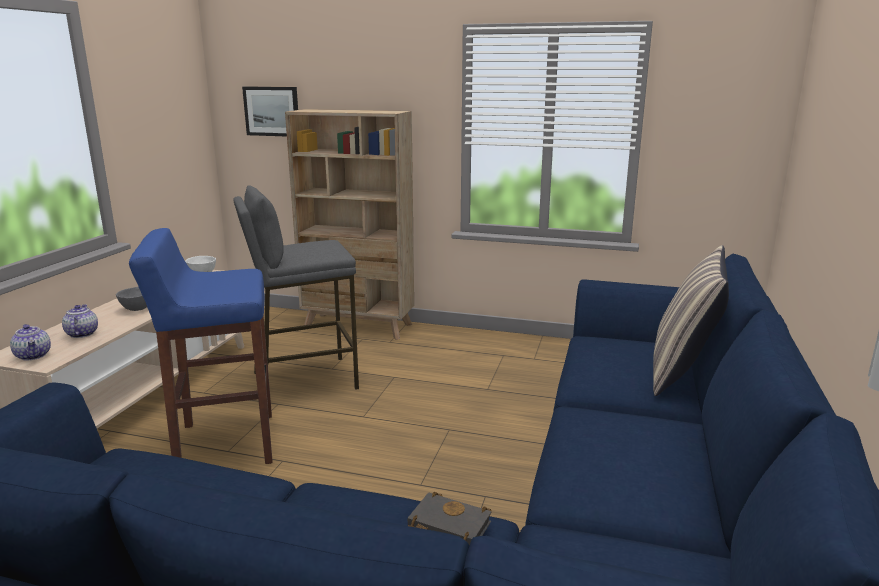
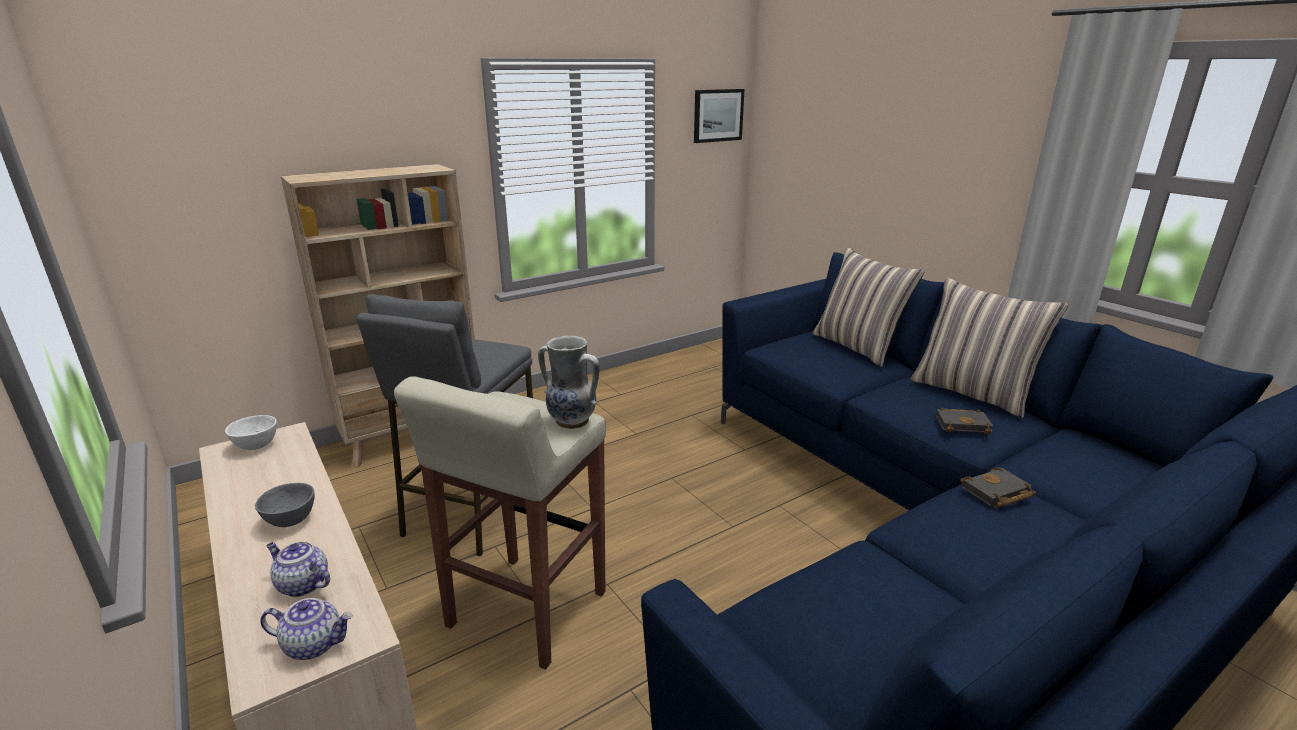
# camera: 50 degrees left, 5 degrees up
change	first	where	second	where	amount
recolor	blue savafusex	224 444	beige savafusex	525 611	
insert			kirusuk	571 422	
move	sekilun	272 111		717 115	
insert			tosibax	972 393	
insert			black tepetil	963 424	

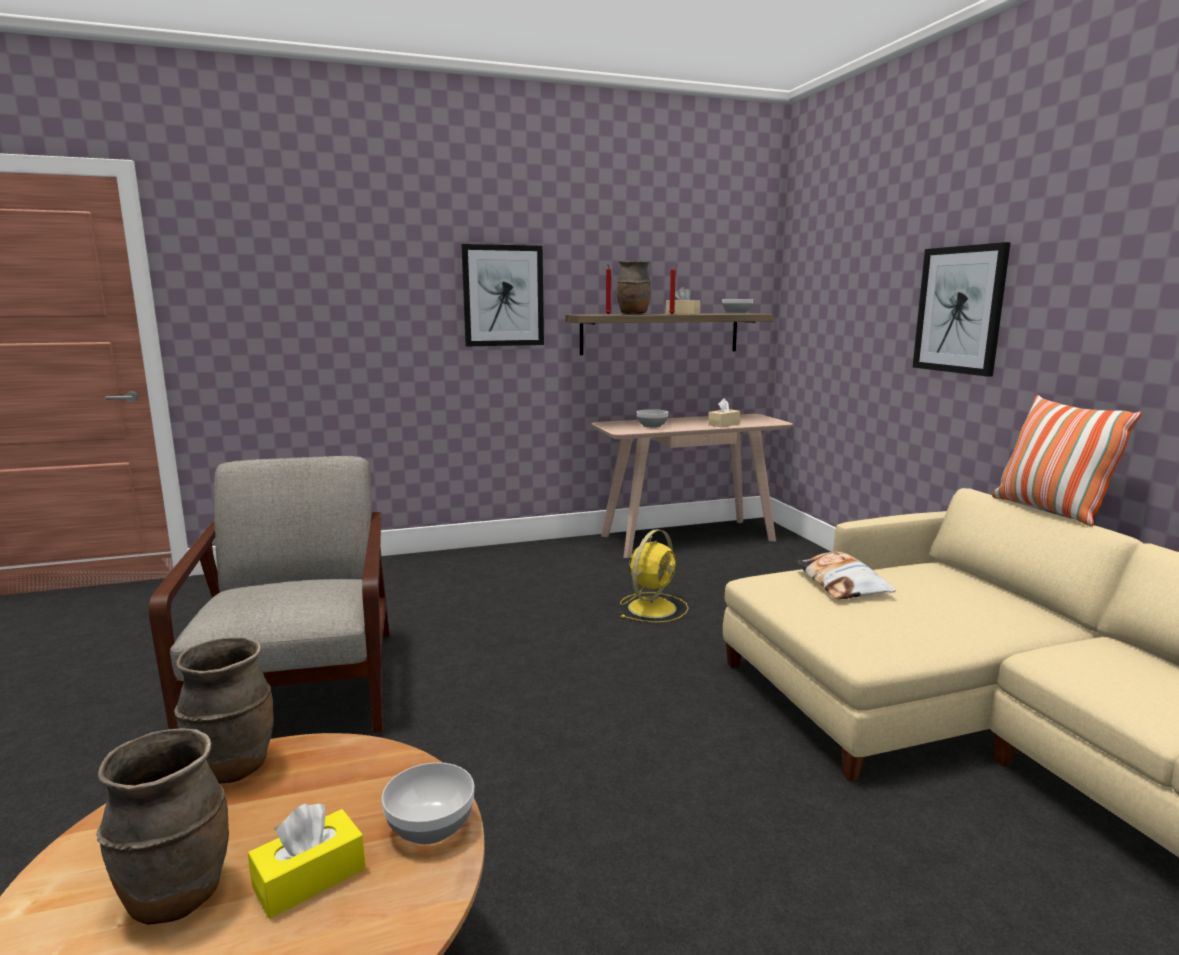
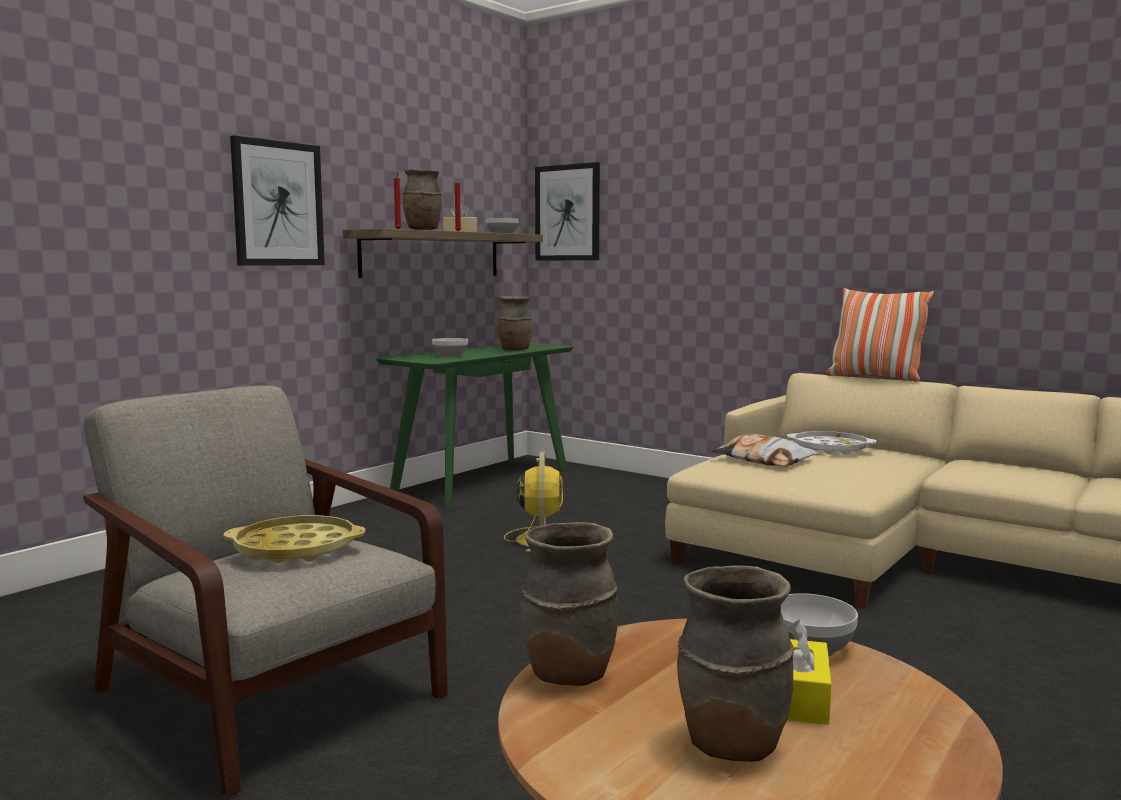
# camera: 35 degrees left, 5 degrees down
change	first	where	second	where	amount
insert			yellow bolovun	296 549	
recolor	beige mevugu	687 538	green mevugu	482 481	
replace	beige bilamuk	724 424	brown kirusuk	515 350	
move	sekilun	959 310		567 213	
insert			white bolovun	830 449	

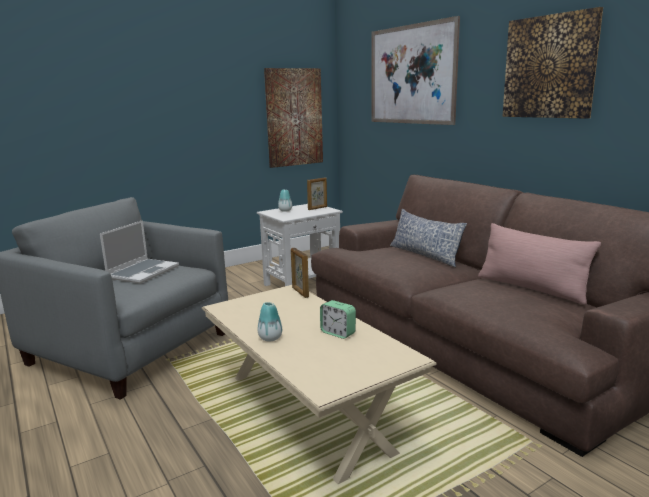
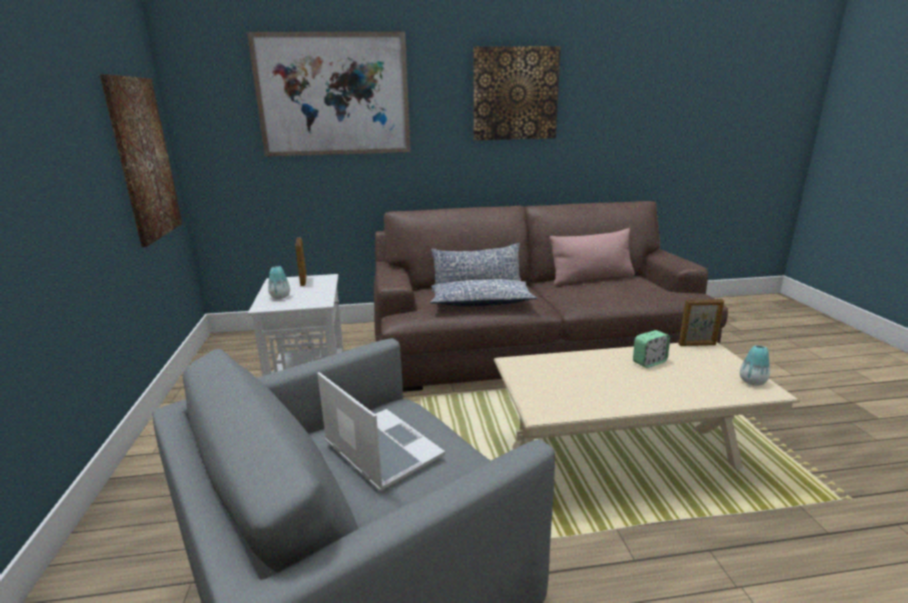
# camera: 65 degrees left, 5 degrees up
change	first	where	second	where	amount
insert			tosibax	481 303	
move	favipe	300 292		697 345	
move	kirusuk	270 338		752 382	

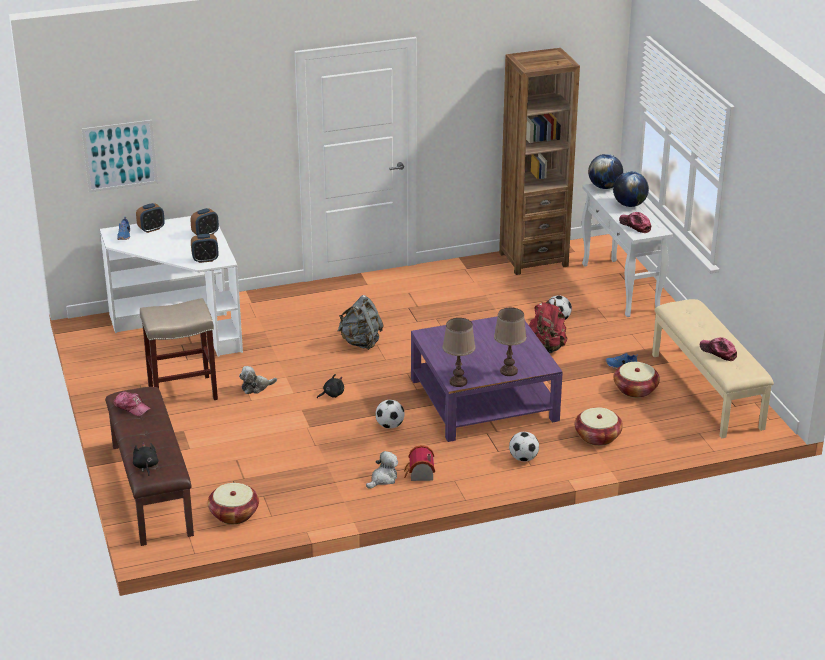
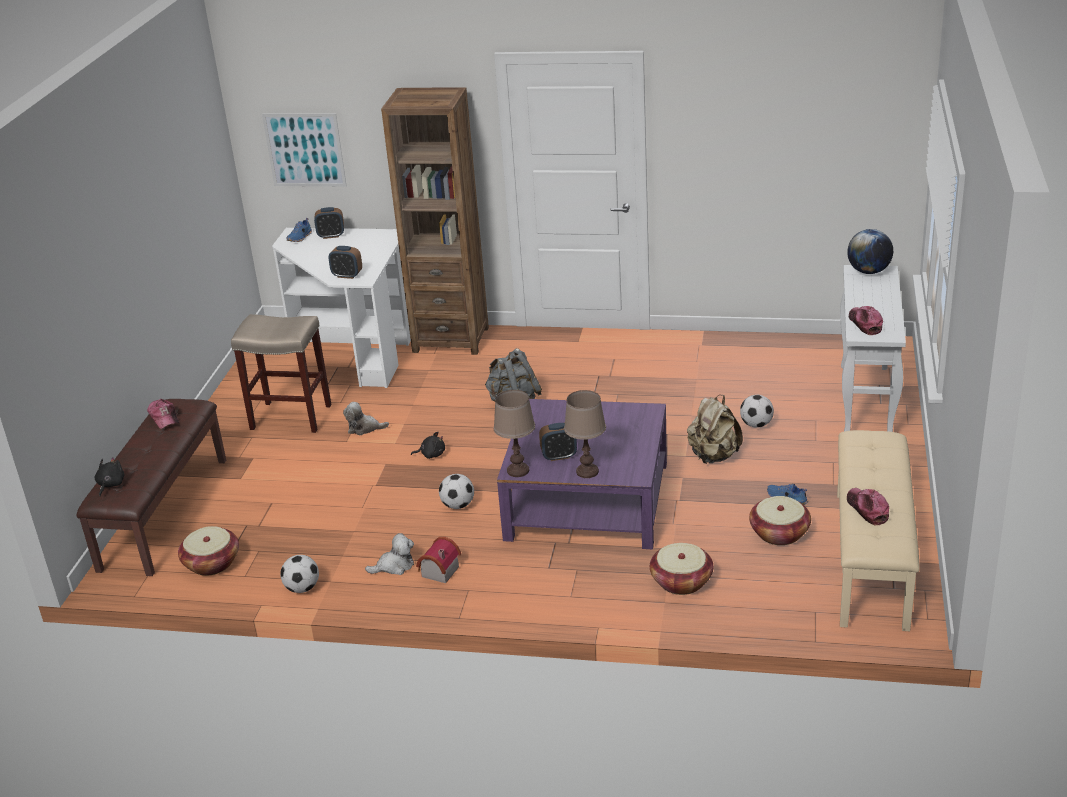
# camera: 30 degrees right, 0 degrees up
change	first	where	second	where	amount
move	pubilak	523 458		302 588	
move	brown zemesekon	533 259		451 339	
move	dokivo	205 234		559 456	
recolor	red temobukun	546 348	beige temobukun	713 456	
delete	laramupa	629 205			

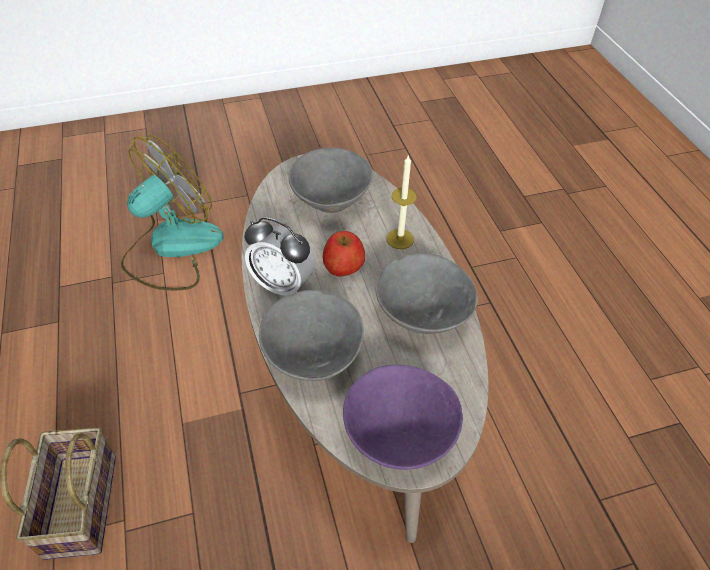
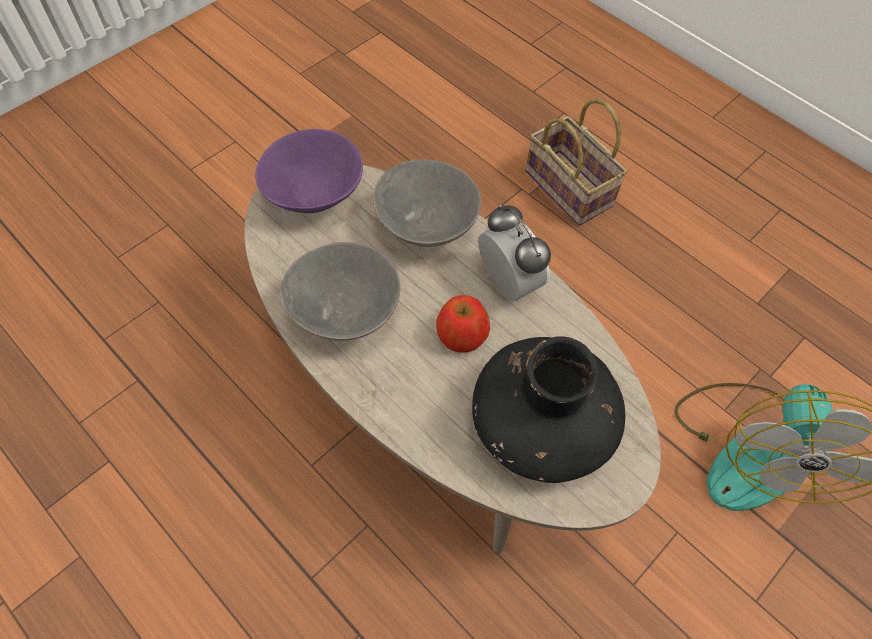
# camera: 150 degrees right, 10 degrees up
change	first	where	second	where	amount
replace	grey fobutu	330 202	black kirusuk	542 423	
rotate	dokivo	282 285		508 282	60 degrees clockwise
delete	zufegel	400 239			

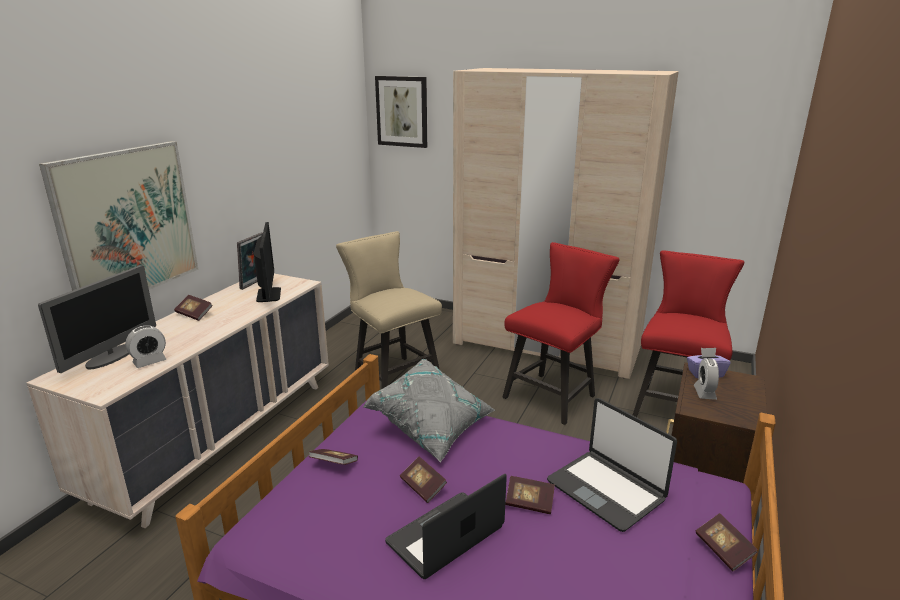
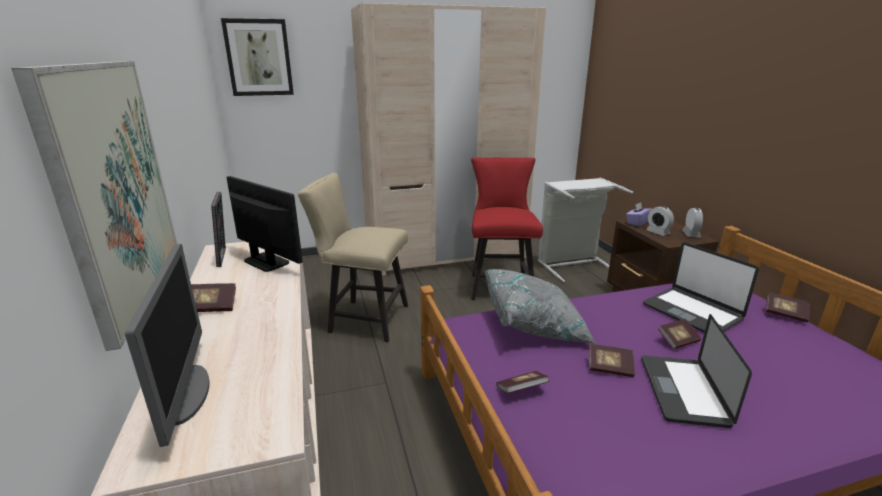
# camera: 40 degrees left, 0 degrees up
change	first	where	second	where	amount
replace	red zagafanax	675 407	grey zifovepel	573 264	
rotate	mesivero	606 490		692 311	45 degrees clockwise
move	dokivo	149 362		691 234	

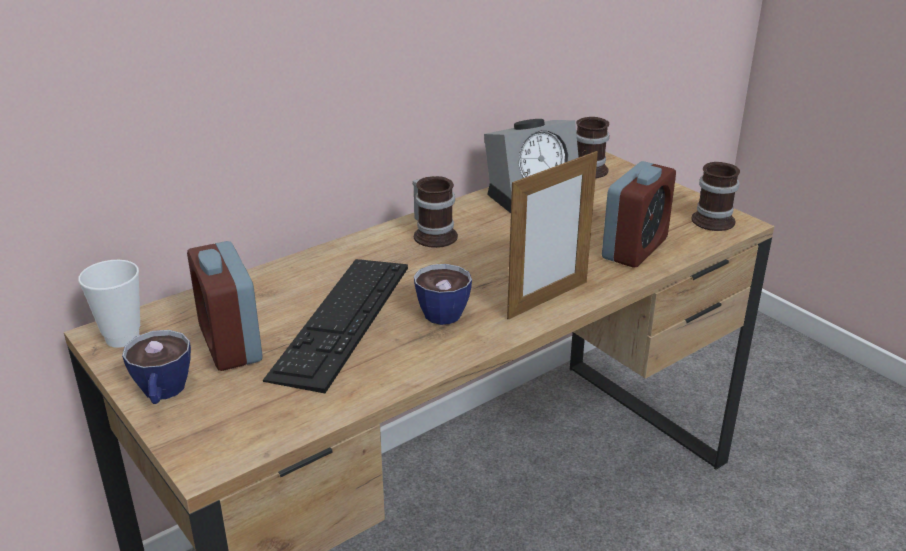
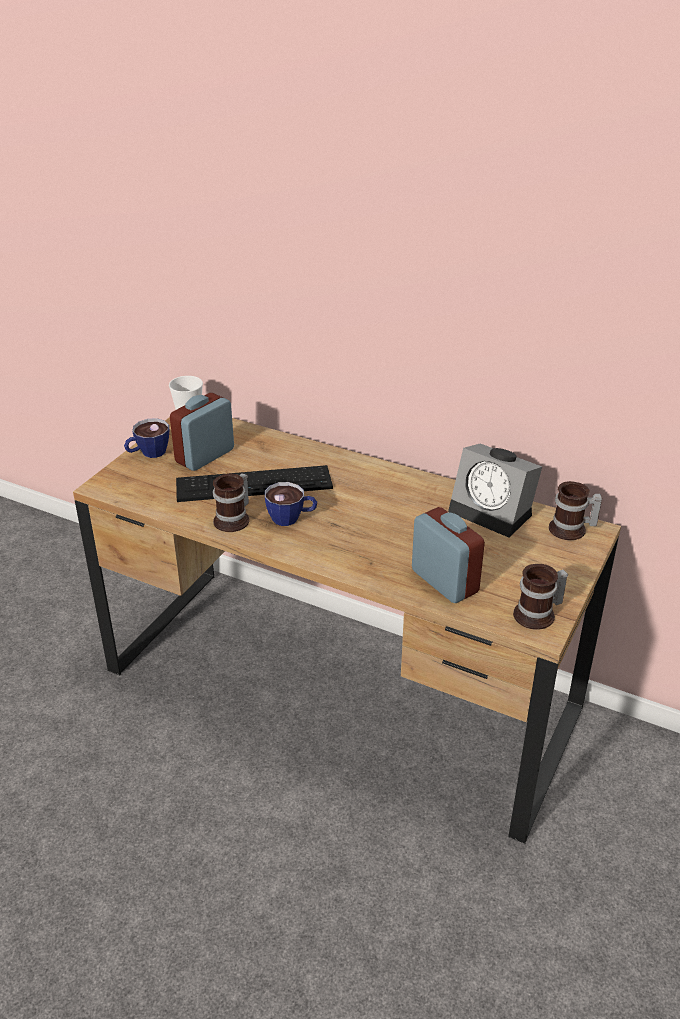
# camera: 65 degrees right, 5 degrees up
change	first	where	second	where	amount
move	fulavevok	434 234		235 519	
rotate	dokivo	634 249		444 581	135 degrees counterclockwise
delete	favipe	547 299			

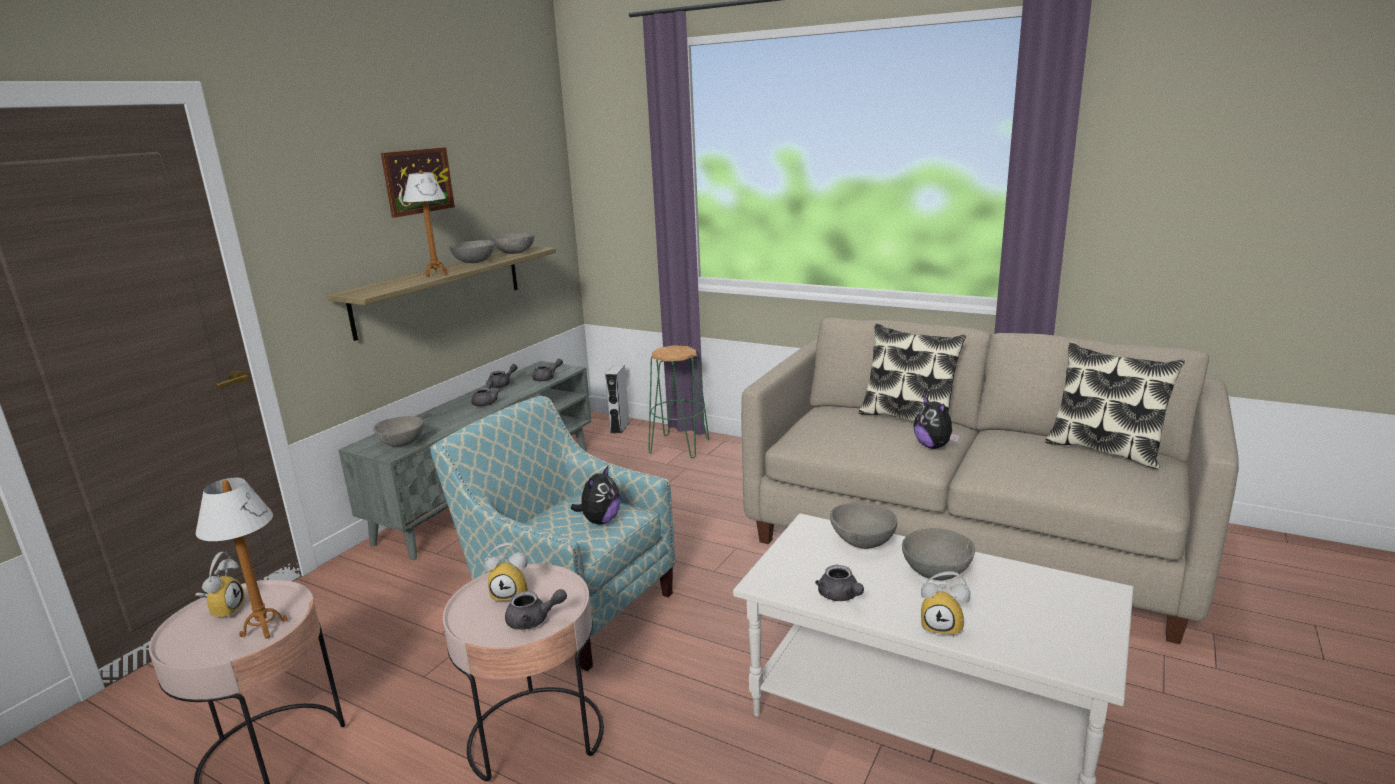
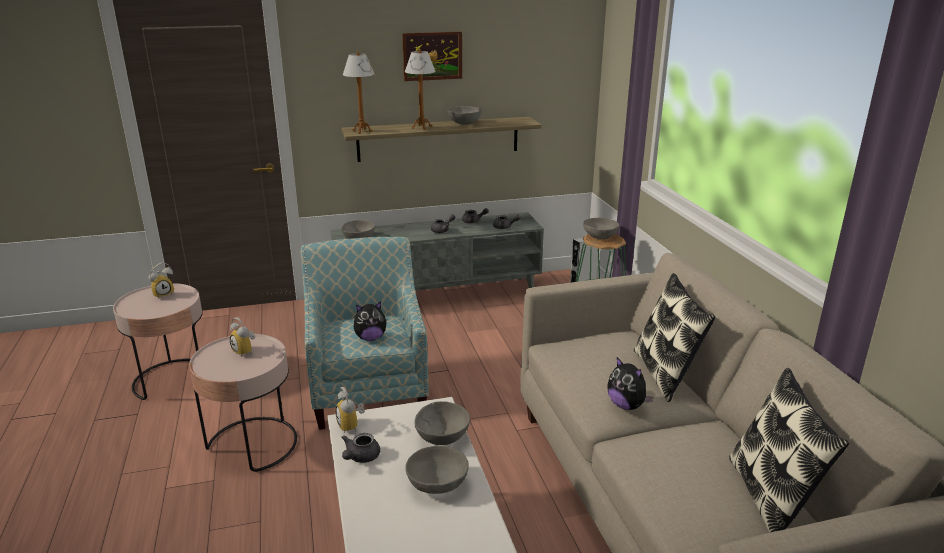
# camera: 45 degrees right, 5 degrees up
change	first	where	second	where	amount
move	dokivo	943 626		352 426	
move	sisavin	263 628		362 131	
move	grey fobutu	515 253		600 237	
rotate	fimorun	933 446		626 405	60 degrees counterclockwise
delete	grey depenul	533 620			

